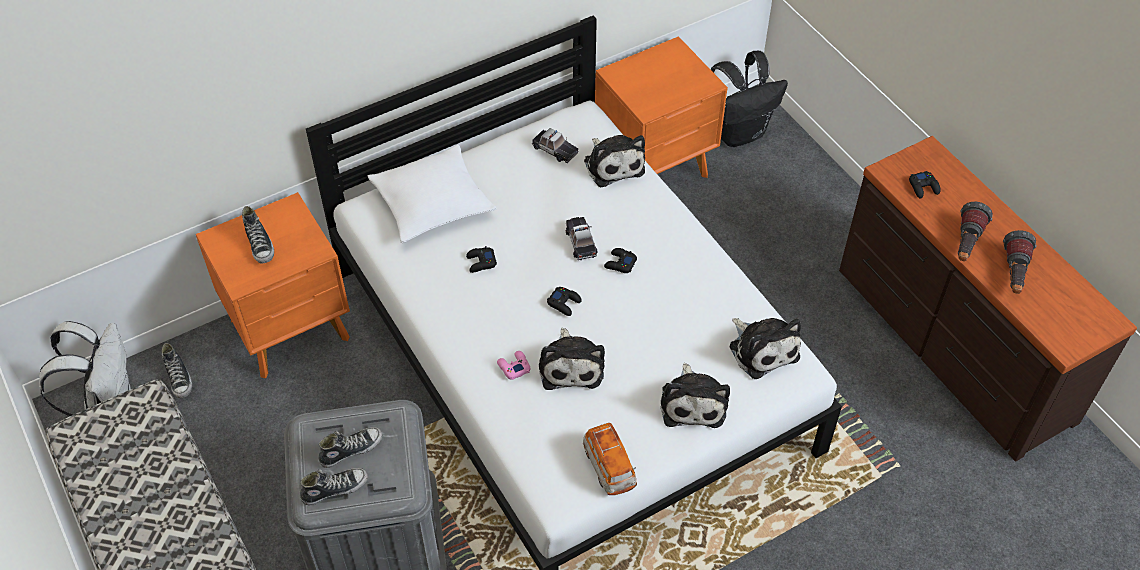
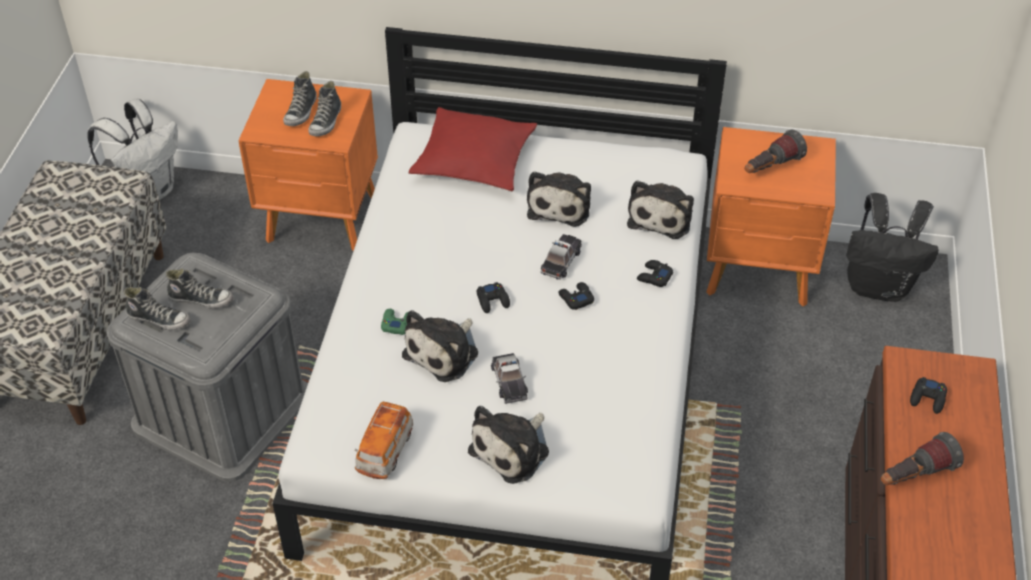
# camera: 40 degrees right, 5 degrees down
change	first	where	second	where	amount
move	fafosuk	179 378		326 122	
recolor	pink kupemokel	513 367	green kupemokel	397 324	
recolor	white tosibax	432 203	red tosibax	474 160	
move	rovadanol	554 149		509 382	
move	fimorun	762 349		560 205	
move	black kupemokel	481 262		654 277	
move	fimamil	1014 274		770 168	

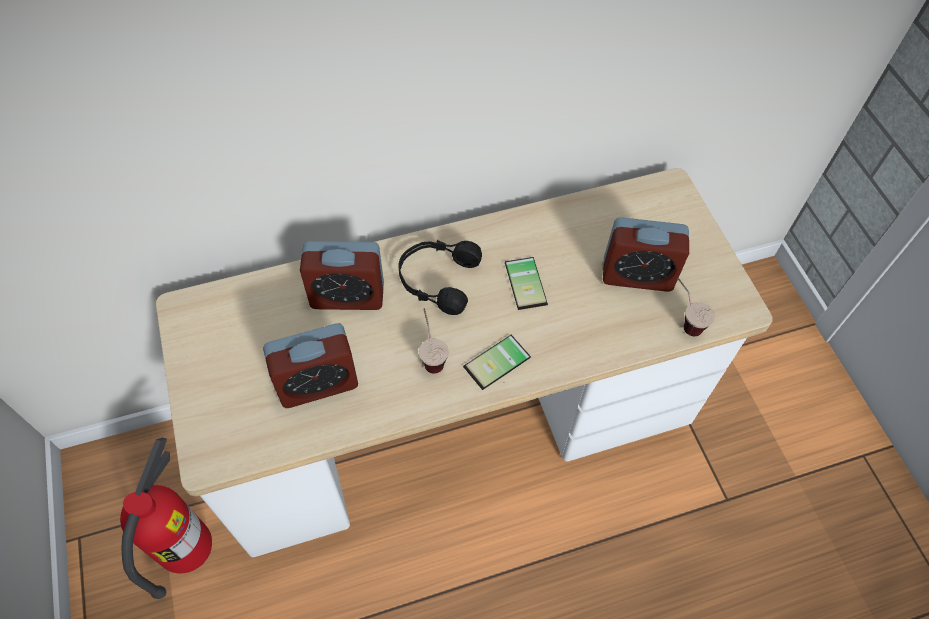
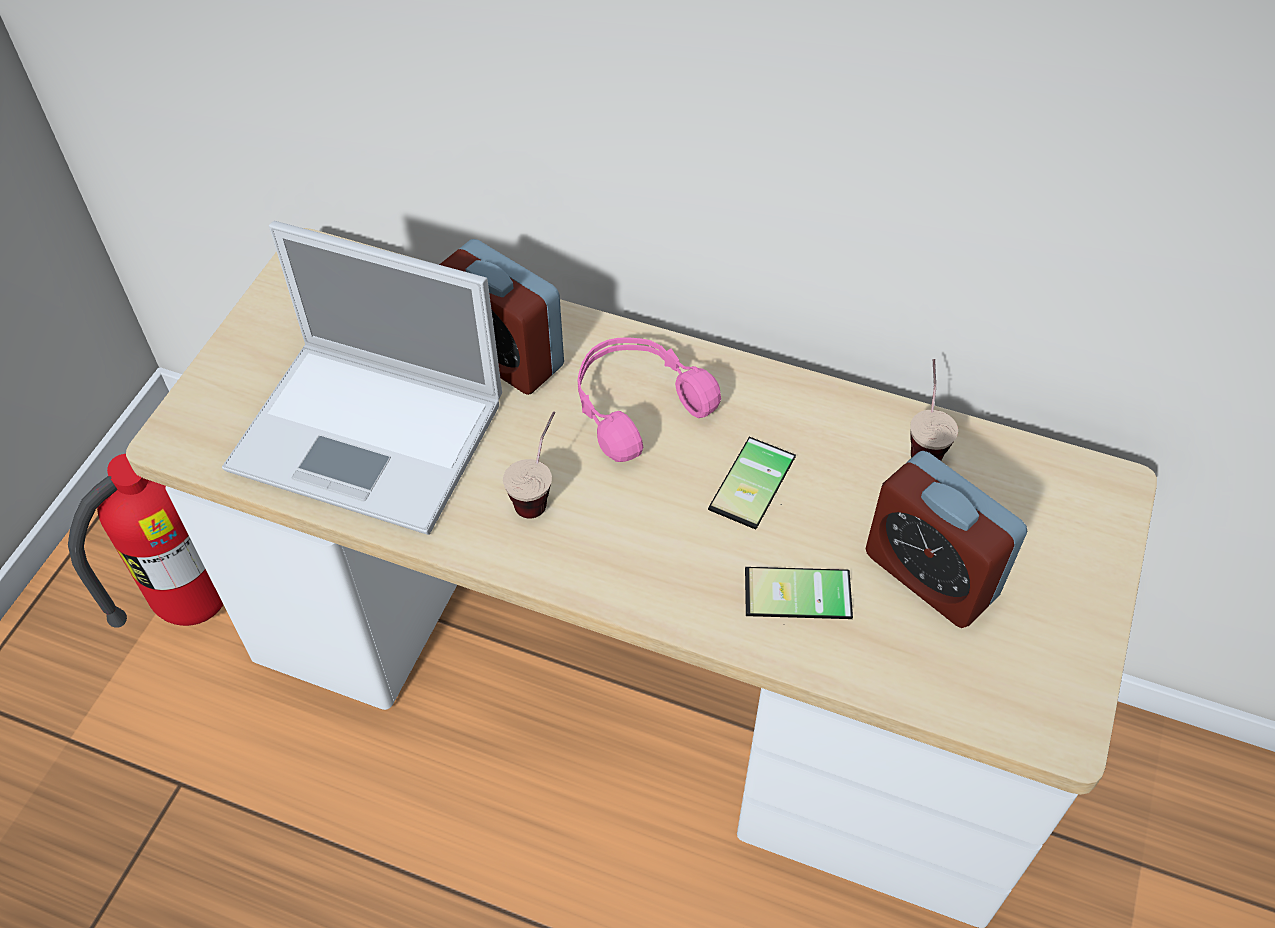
# camera: 40 degrees right, 5 degrees down
change	first	where	second	where	amount
replace	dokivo	317 384	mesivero	372 435	
recolor	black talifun	437 280	pink talifun	636 405	
move	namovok	499 364		798 598	
move	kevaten	684 320		924 440	

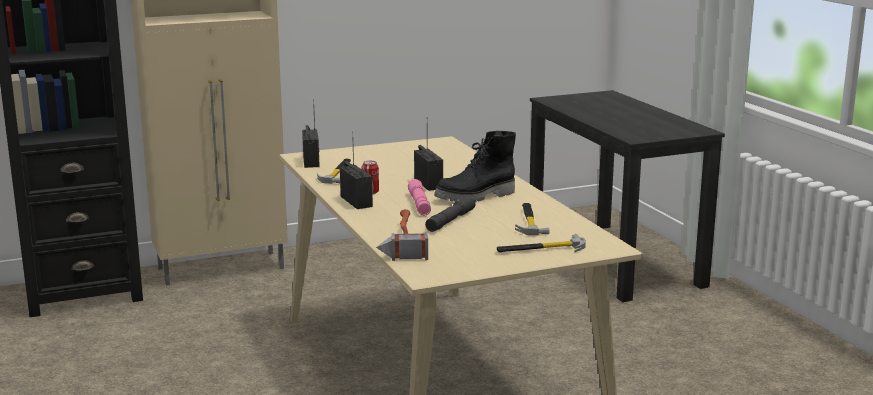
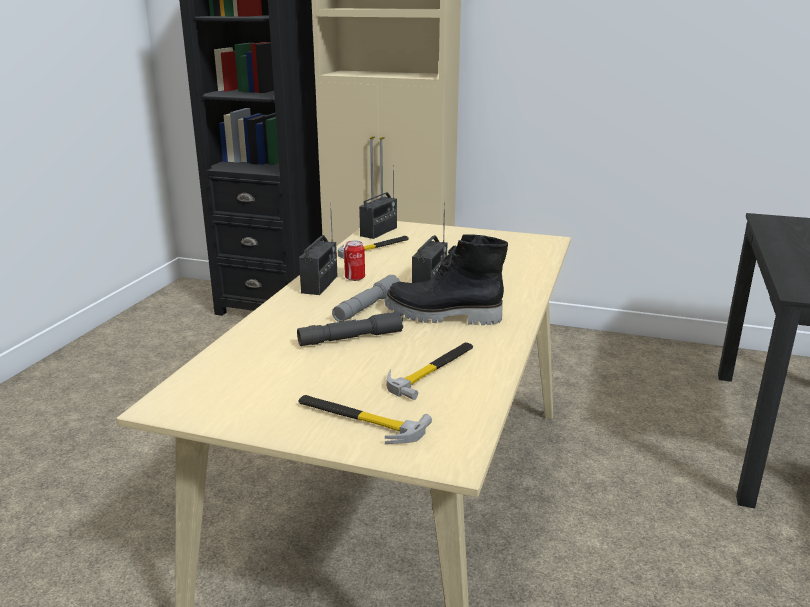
# camera: 40 degrees right, 5 degrees up
change	first	where	second	where	amount
recolor	pink fimamil	419 204	grey fimamil	367 306	
delete	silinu	400 241			

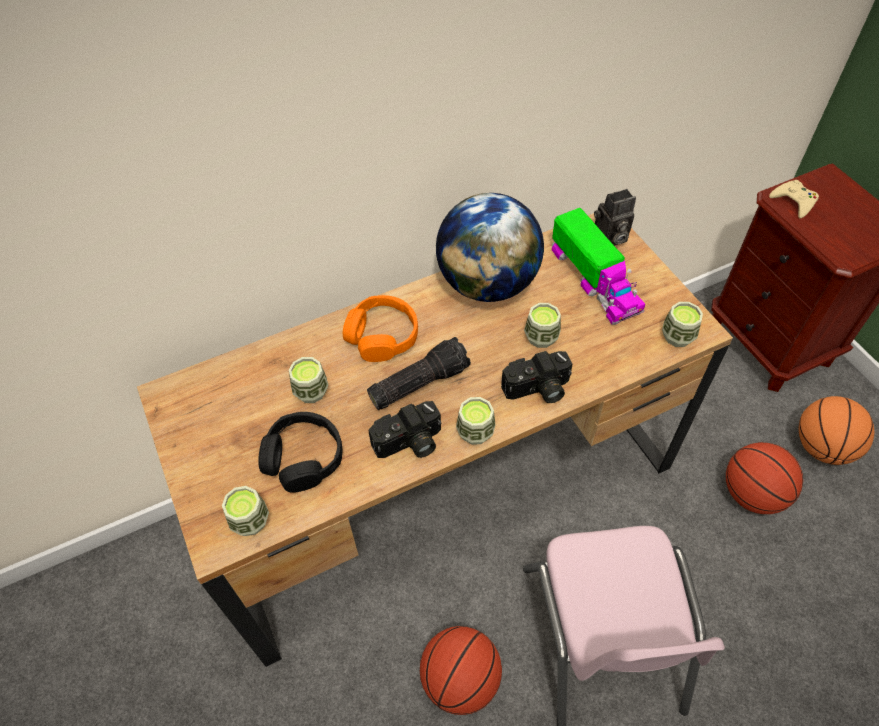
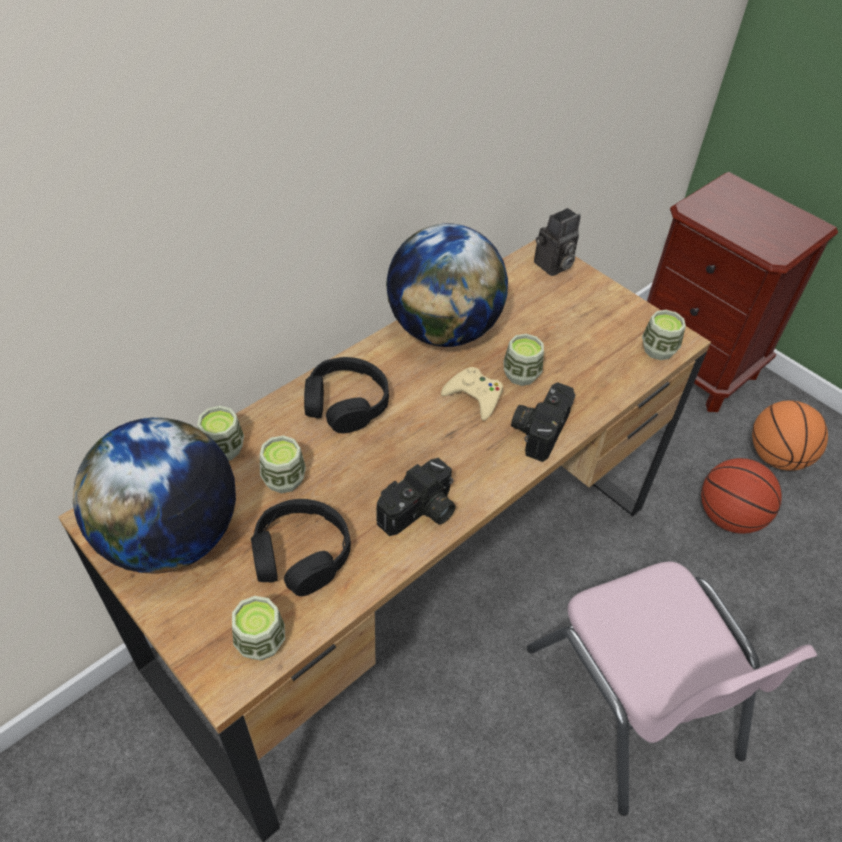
# camera: 20 degrees left, 5 degrees down
change	first	where	second	where	amount
insert			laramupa	172 537	
move	kevaten	475 432		223 449	
recolor	orange talifun	382 336	black talifun	346 404	
move	beige kupemokel	794 202		474 396	
rotate	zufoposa	538 390		538 428	150 degrees clockwise
delete	fimamil	419 382			
delete	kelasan	460 680			
delete	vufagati	594 280			

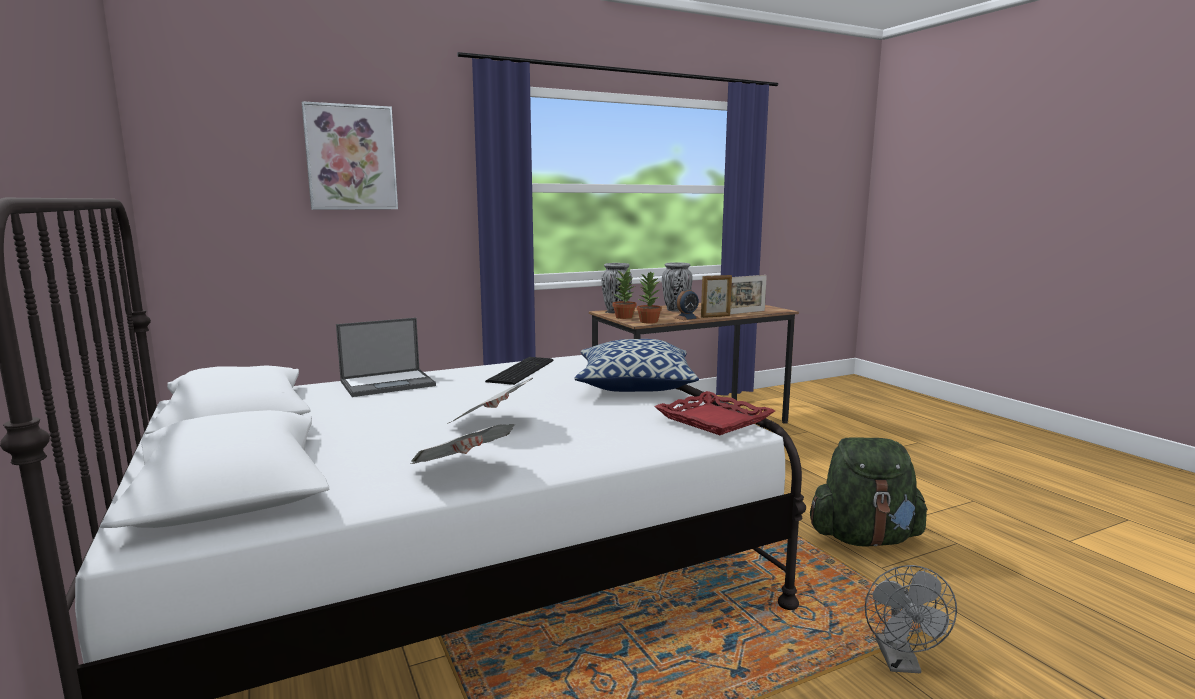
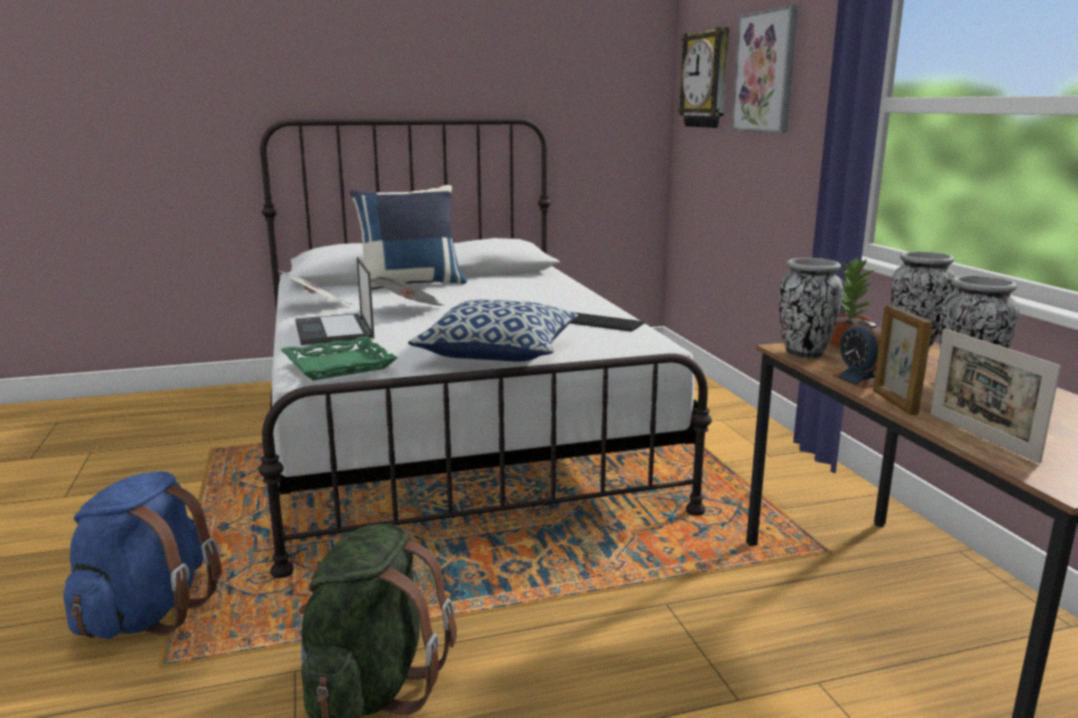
# camera: 100 degrees right, 5 degrees up
change	first	where	second	where	amount
replace	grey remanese	901 663	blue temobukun	148 613	
recolor	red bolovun	713 420	green bolovun	339 365	
move	mesivero	388 383		334 330	
insert			blue tosibax	411 284	
insert			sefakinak	707 79	
replace	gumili	648 321	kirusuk	803 354	

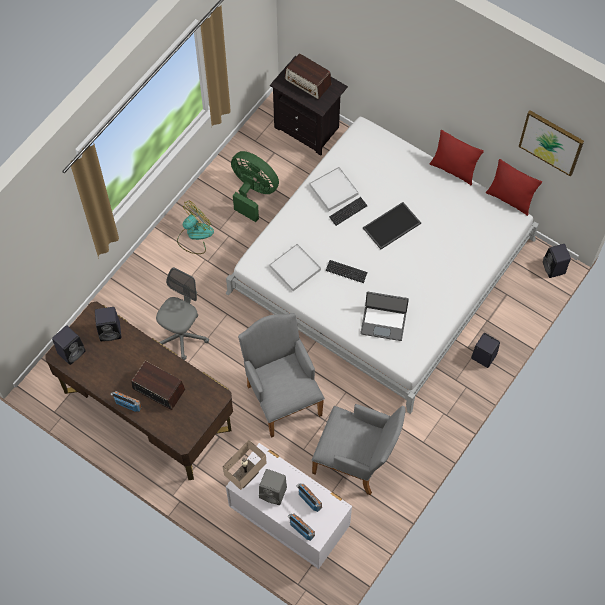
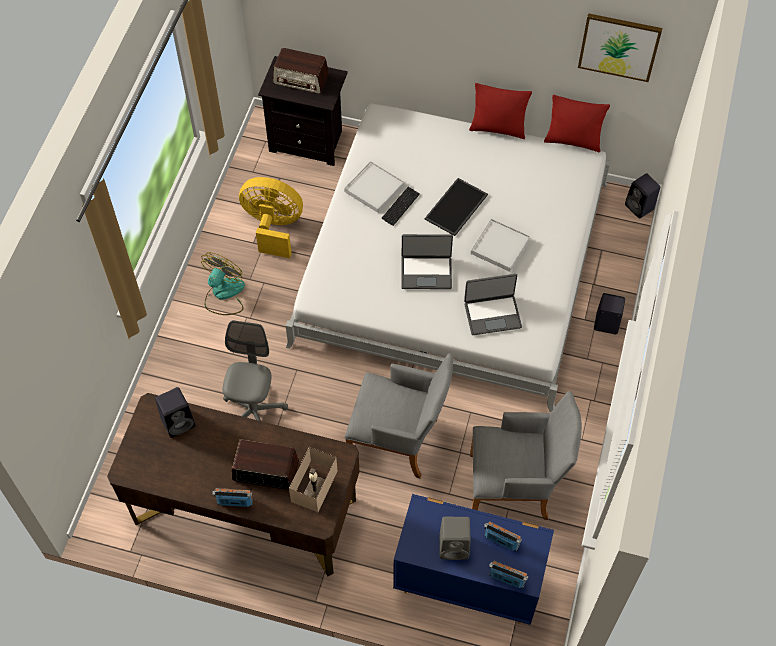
# camera: 20 degrees left, 5 degrees down
change	first	where	second	where	amount
recolor	green remanese	253 192	yellow remanese	273 227	
move	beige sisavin	245 475		314 496	
rotate	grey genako	282 395		399 441	150 degrees clockwise
recolor	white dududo	289 521	blue dududo	467 583	
replace	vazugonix	346 272	mesivero	426 272	
move	white bolovun	295 268		500 246	
delete	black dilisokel	72 351			

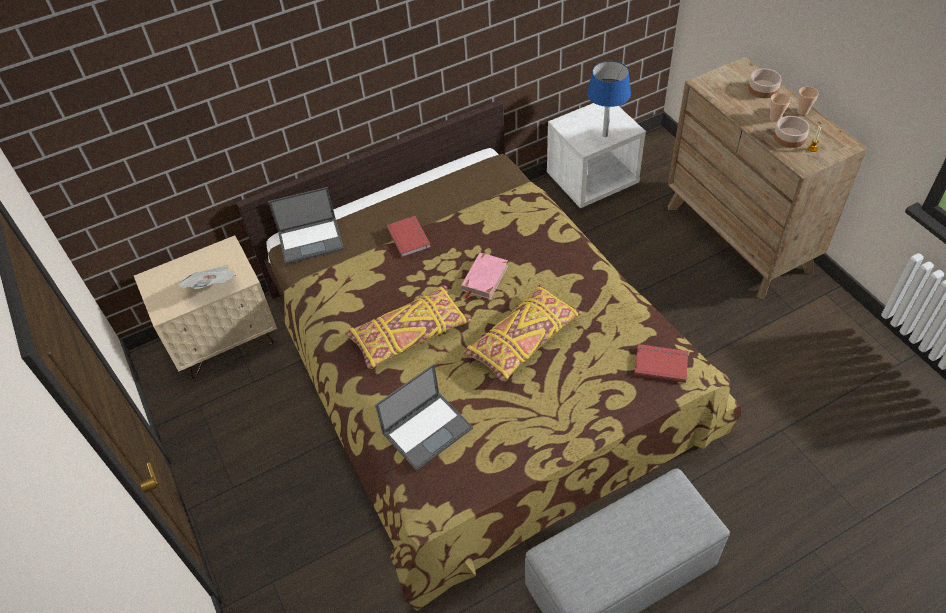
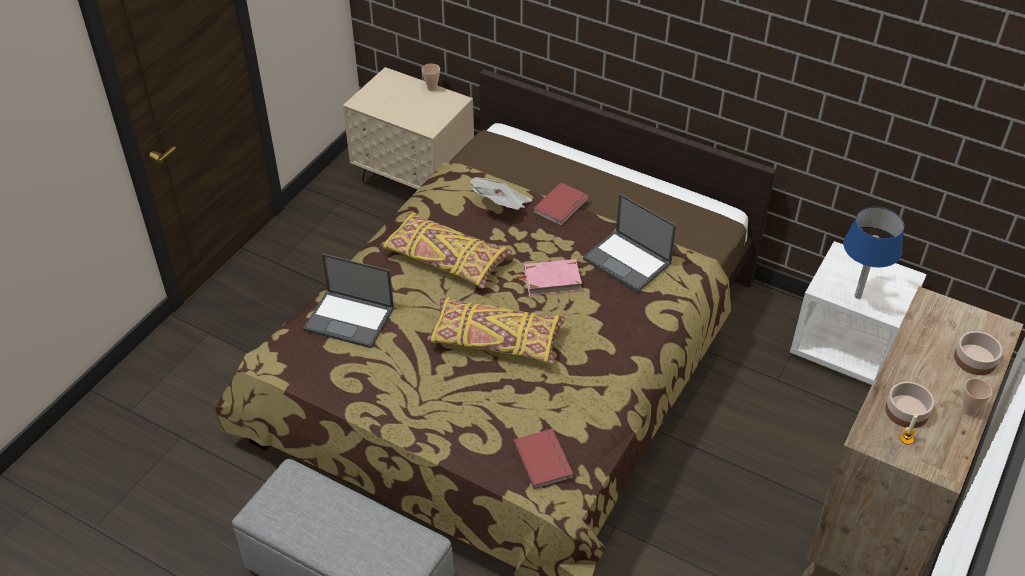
# camera: 55 degrees right, 5 degrees down
change	first	where	second	where	amount
move	kevaten	775 118		432 88	
move	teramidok	213 286		501 205	
move	mesivero	311 240		628 261	

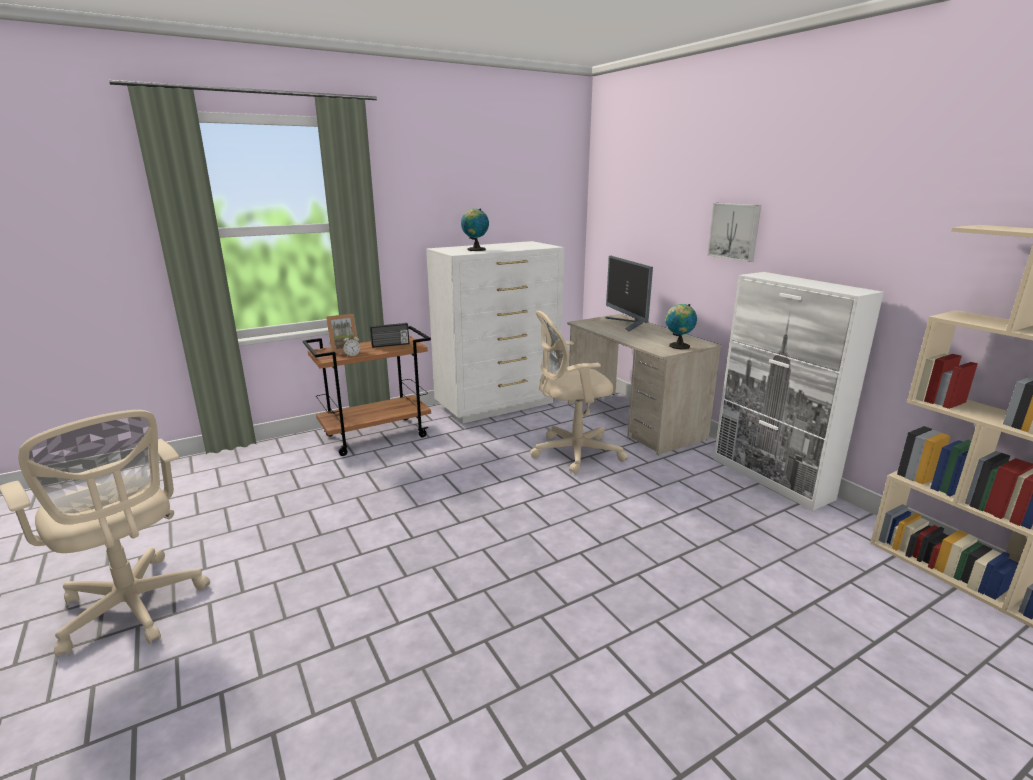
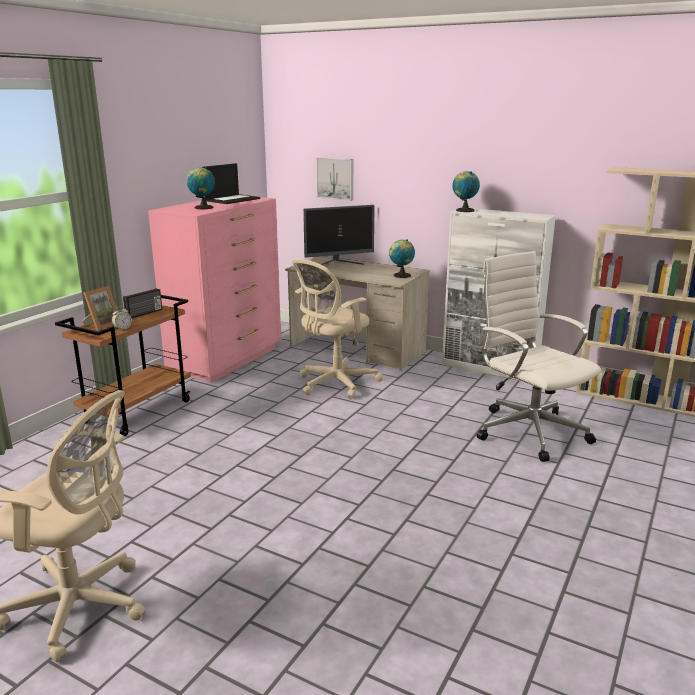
# camera: 30 degrees left, 0 degrees up
change	first	where	second	where	amount
recolor	white dududo	499 405	pink dududo	227 360	
insert			mesivero	232 199	
rotate	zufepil	627 324		338 263	60 degrees counterclockwise
move	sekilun	735 231		335 178	
insert			laramupa	464 210	
insert			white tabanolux	529 430	

